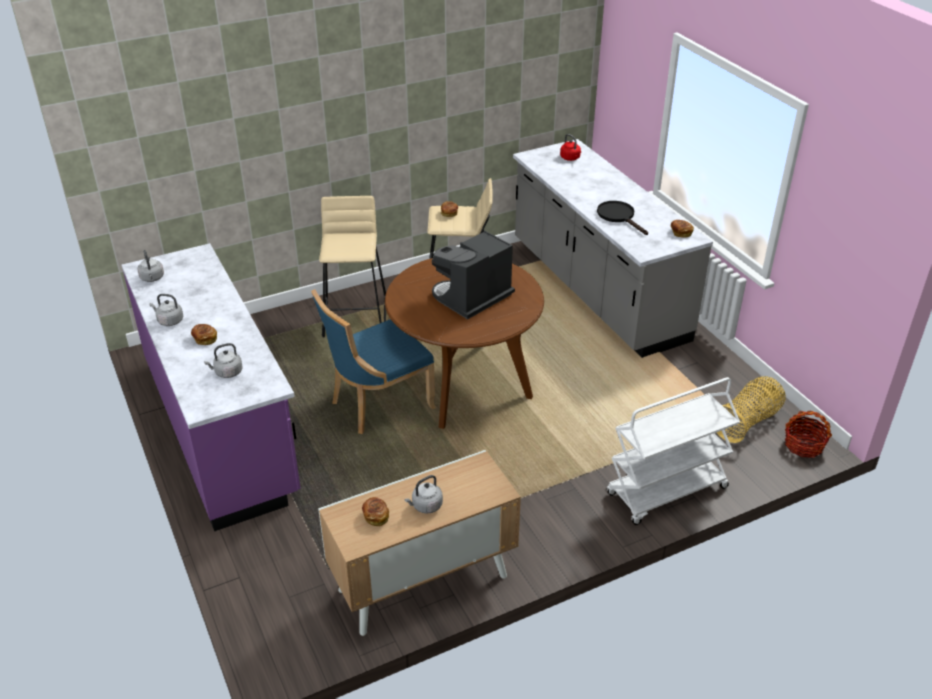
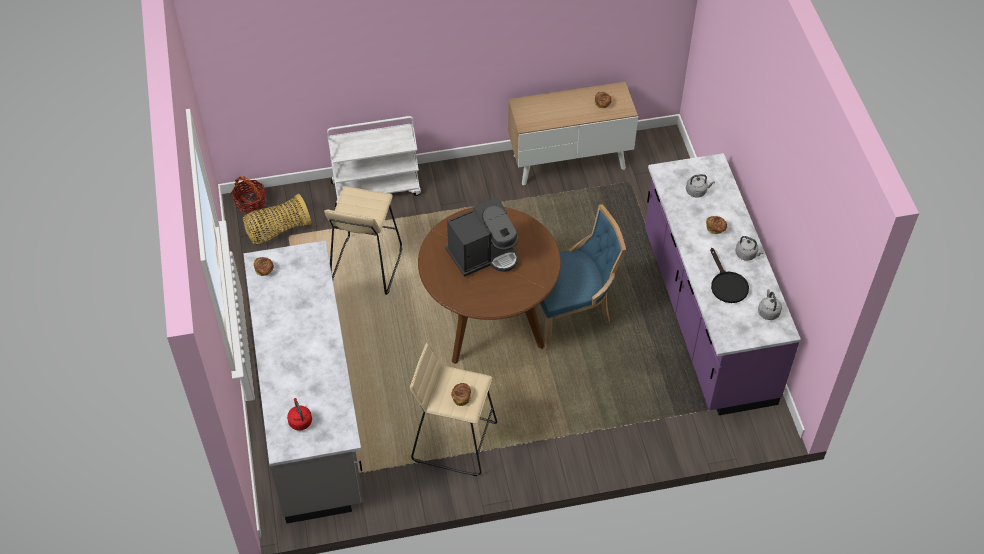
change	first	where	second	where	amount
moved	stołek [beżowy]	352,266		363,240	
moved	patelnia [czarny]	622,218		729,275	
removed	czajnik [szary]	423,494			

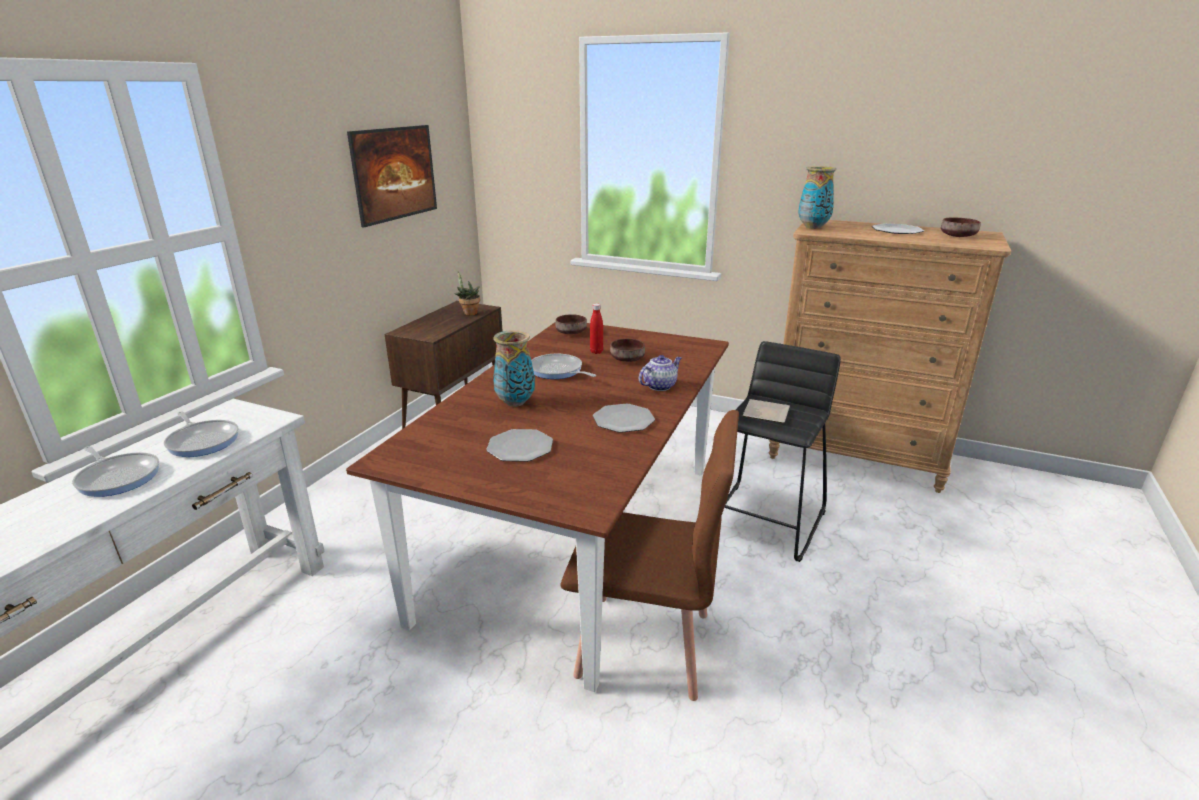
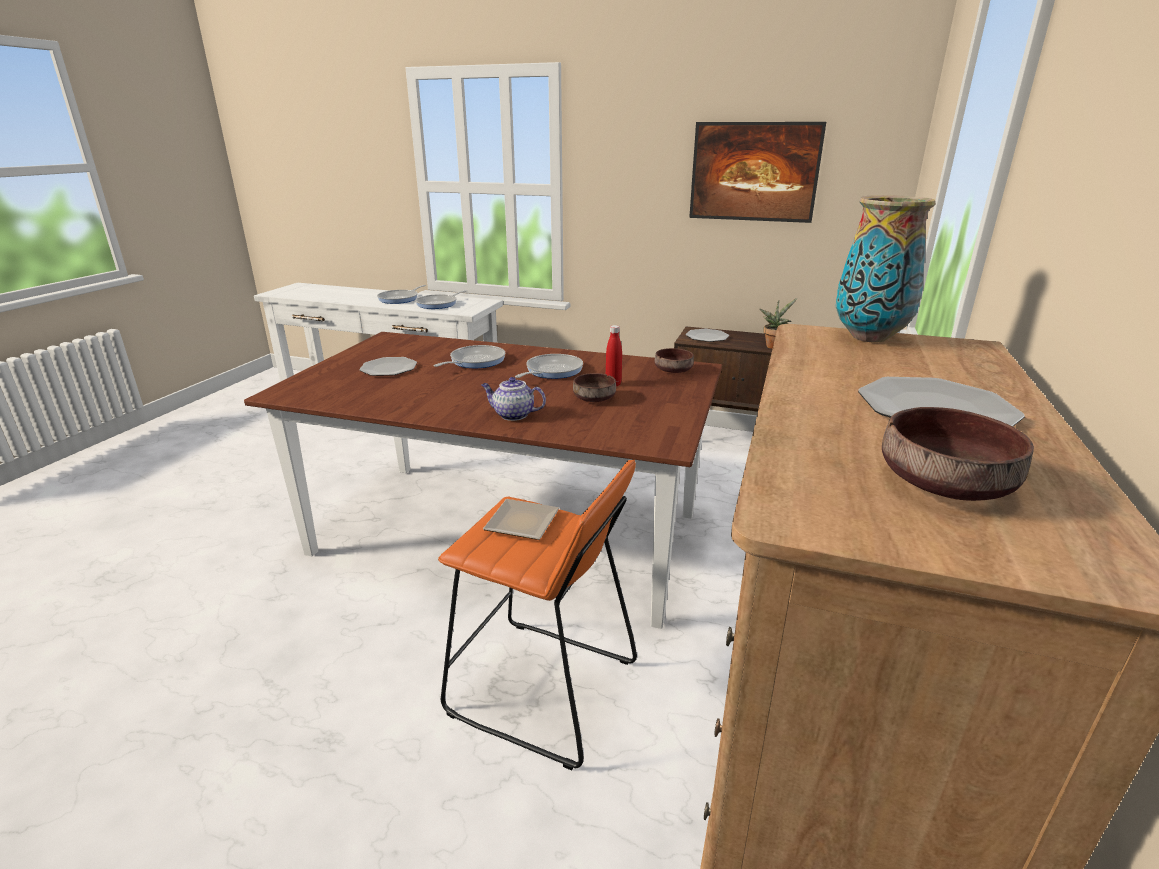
change	first	where	second	where	amount
replaced	wazon	514,368	patelnia	469,356	
recoloured	stołek [czarny]	782,451	stołek [pomarańczowy]	537,614	
turned	imbryk	660,373		513,399	150 degrees clockwise
moved	talerz	624,418		707,335	
removed	krzesło [brązowy]	649,555			

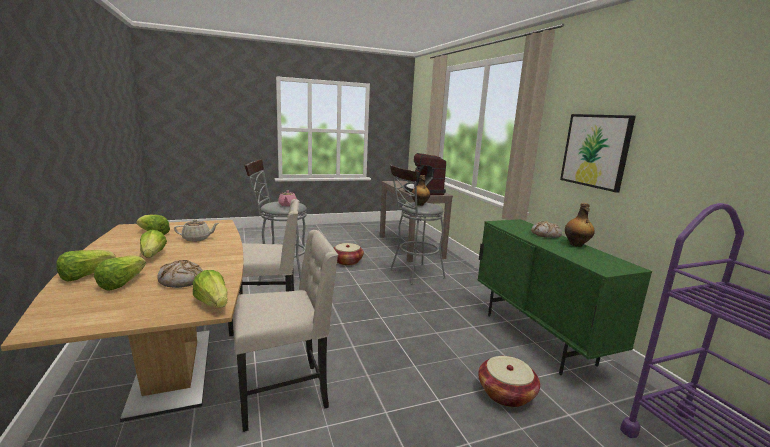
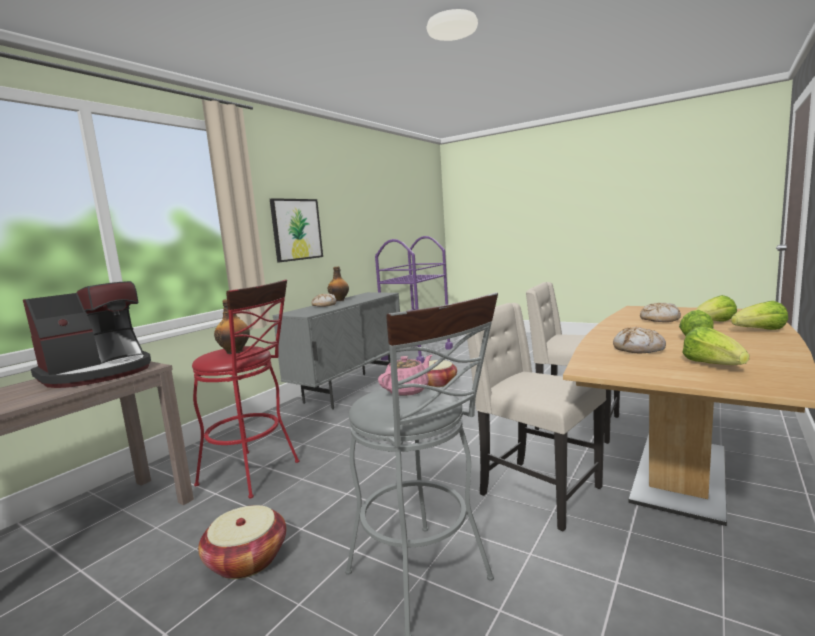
change	first	where	second	where	amount
recoloured	stołek [szary]	418,225	stołek [czerwony]	246,389	
recoloured	szafka [zielony]	565,297	szafka [szary]	336,351	
replaced	imbryk [beżowy]	196,230	chleb	639,339	
removed	sałata	210,289			

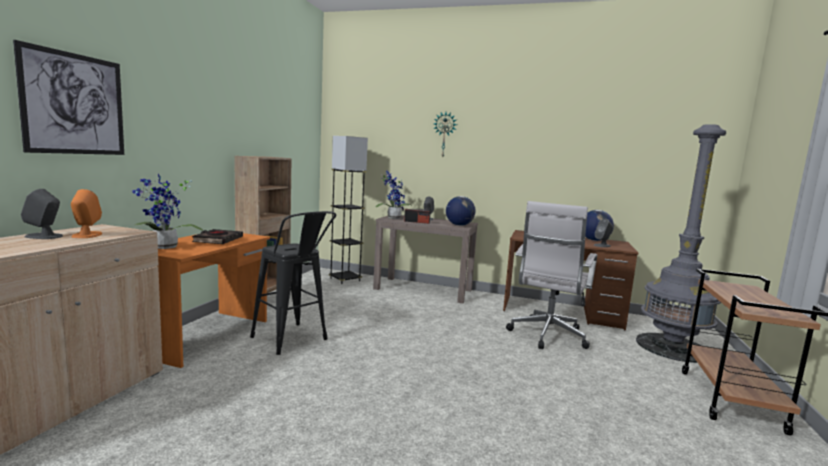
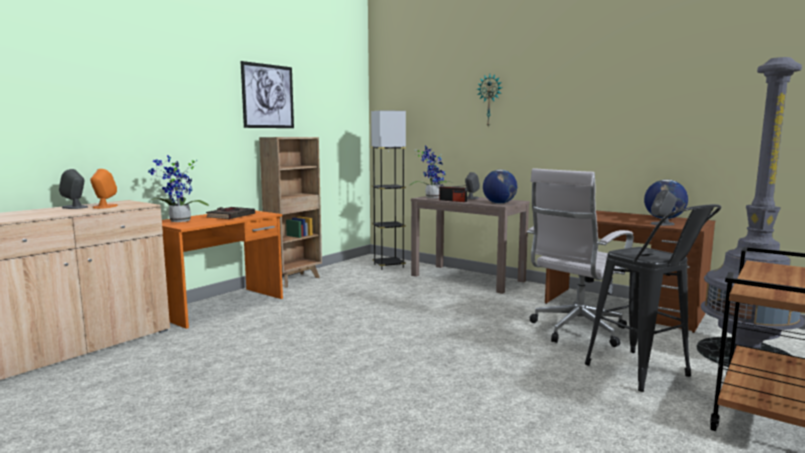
change	first	where	second	where	amount
moved	obraz	68,97		267,94	
moved	stołek [czarny]	293,283		653,298	

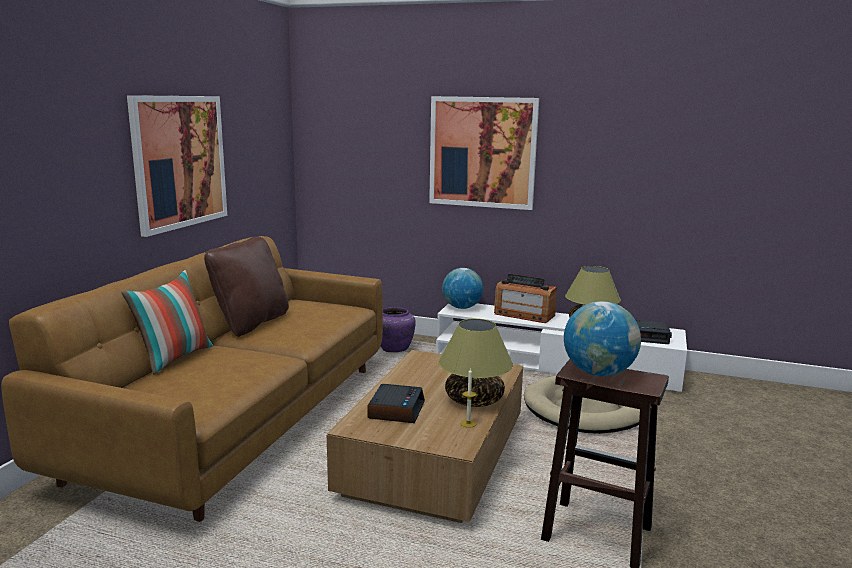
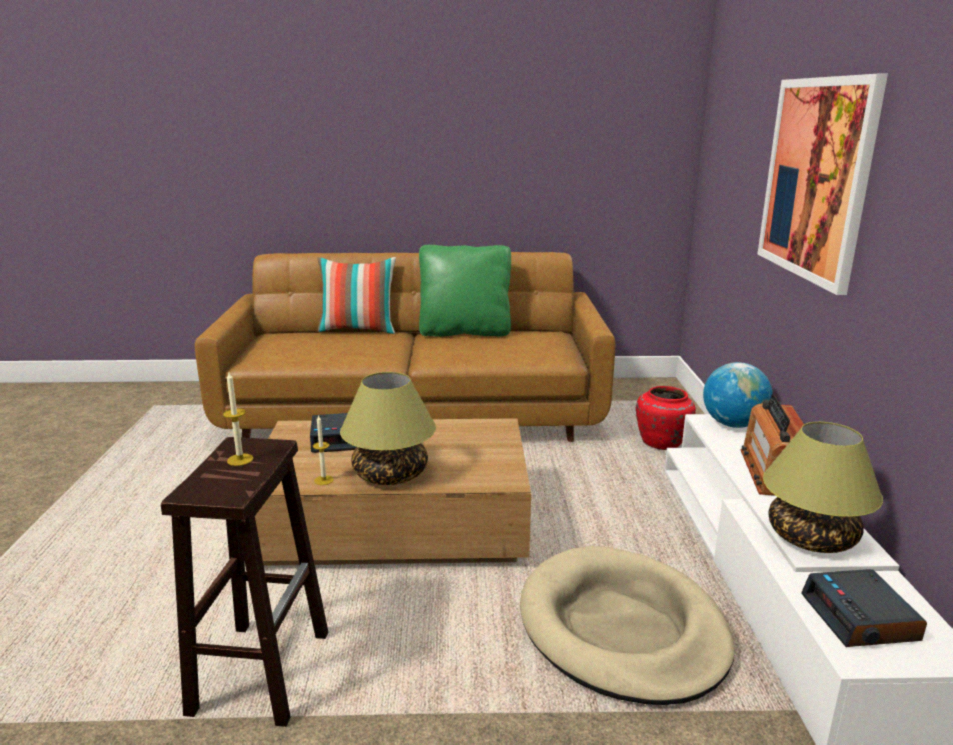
change	first	where	second	where	amount
replaced	globus	602,338	świeca	238,419	
recoloured	poduszka [brązowy]	246,286	poduszka [zielony]	465,291	
recoloured	wazon [fioletowy]	398,329	wazon [czerwony]	666,418	
removed	obraz	177,166			

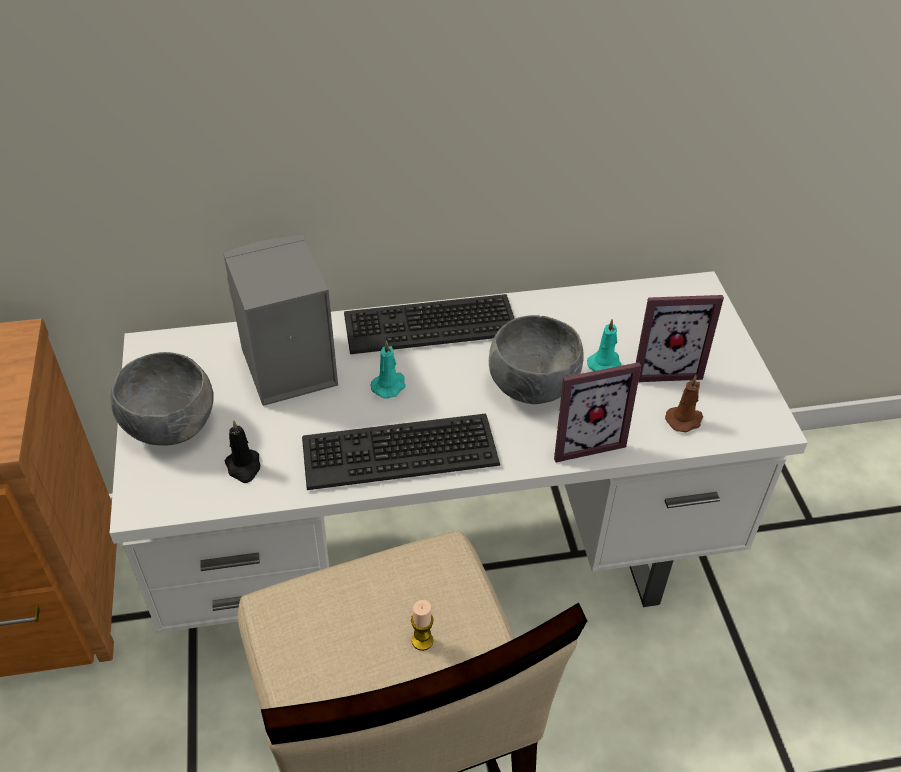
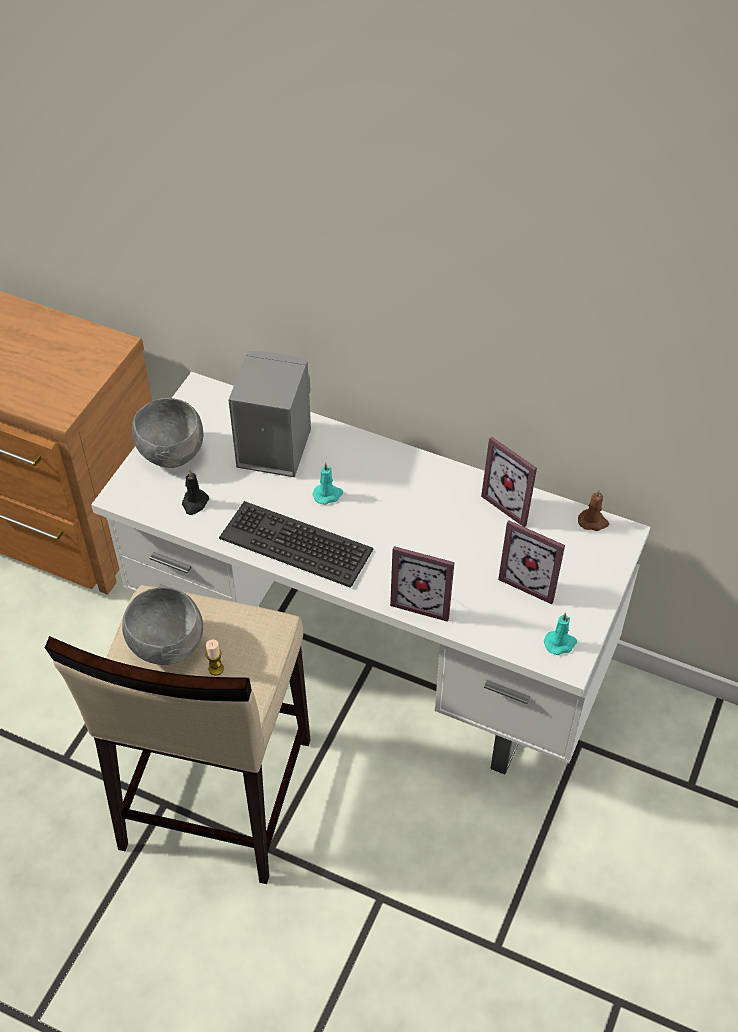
change	first	where	second	where	amount
moved	miska [szary]	536,359		162,626	
added			ramka na zdjęcie	509,482	
moved	świeca [turkusowy]	604,345		560,634	
moved	świeca [brązowy]	684,404		593,510	
removed	klawiatura	429,324			

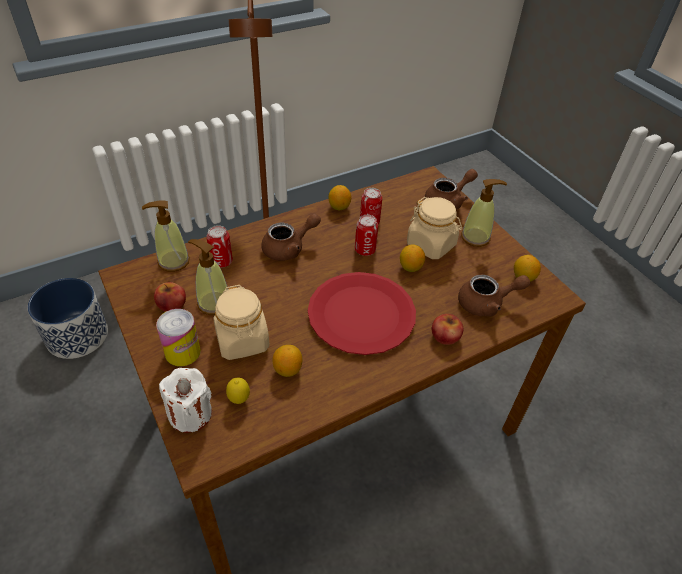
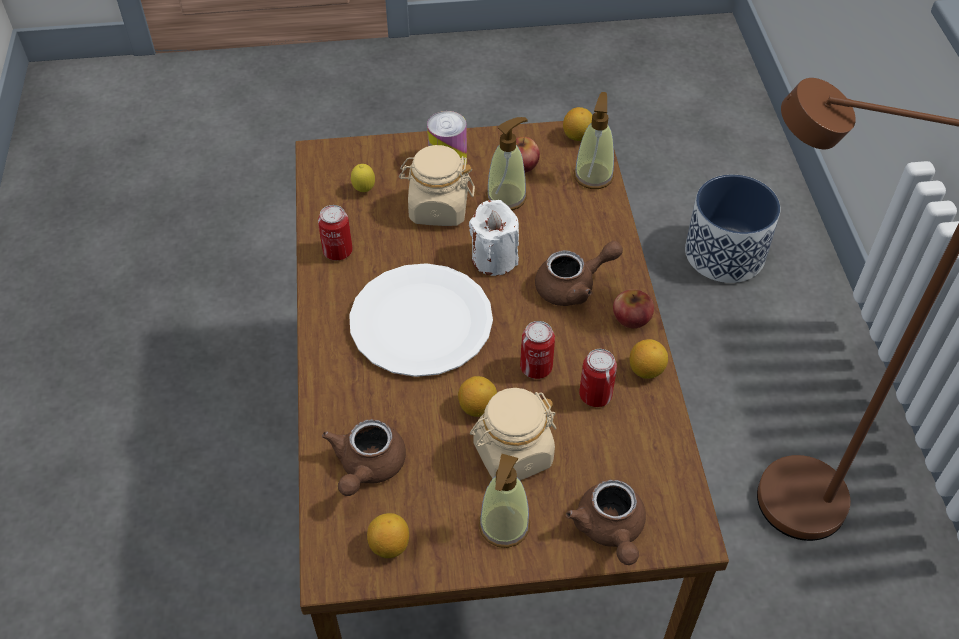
change	first	where	second	where	amount
moved	puszka	219,246		335,233	
recoloured	talerz [czerwony]	362,313	talerz [biały]	421,320	
moved	świeca [biały]	185,400		494,238	
turned	imbryk [brązowy]	291,237		579,273	105 degrees counterclockwise
moved	cytryna	287,361		577,124	
moved	jabłko	447,329		633,308	

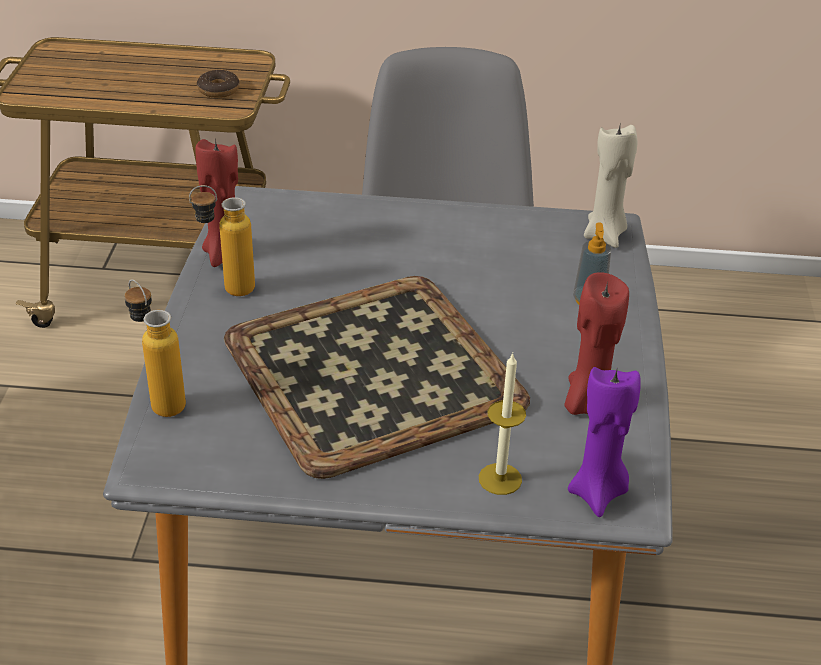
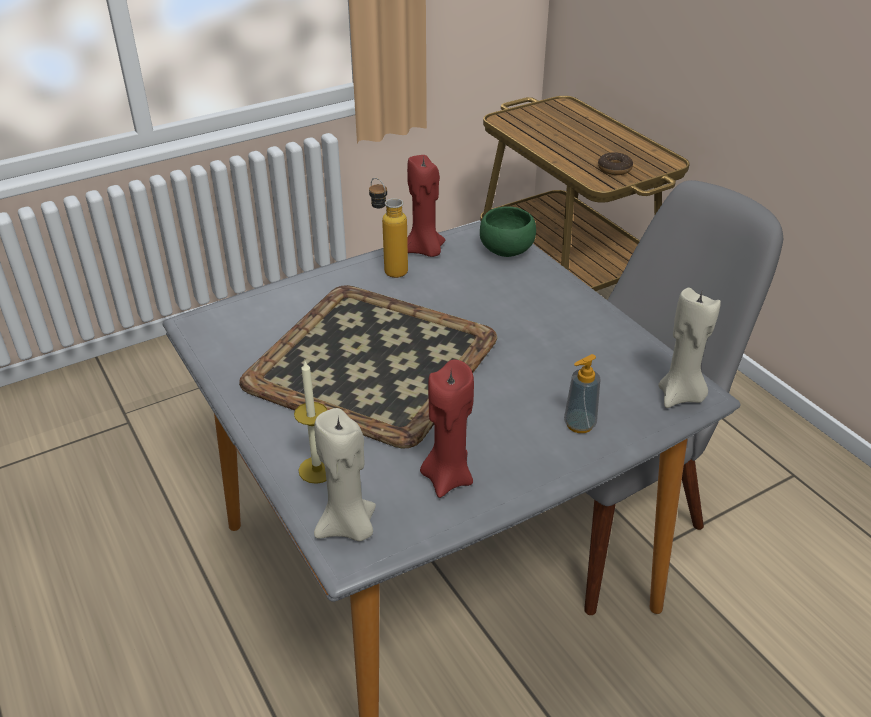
change	first	where	second	where	amount
recoloured	świeca [fioletowy]	604,442	świeca [beżowy]	345,475	
added			miska [zielony]	508,231	
removed	butelka	155,348			

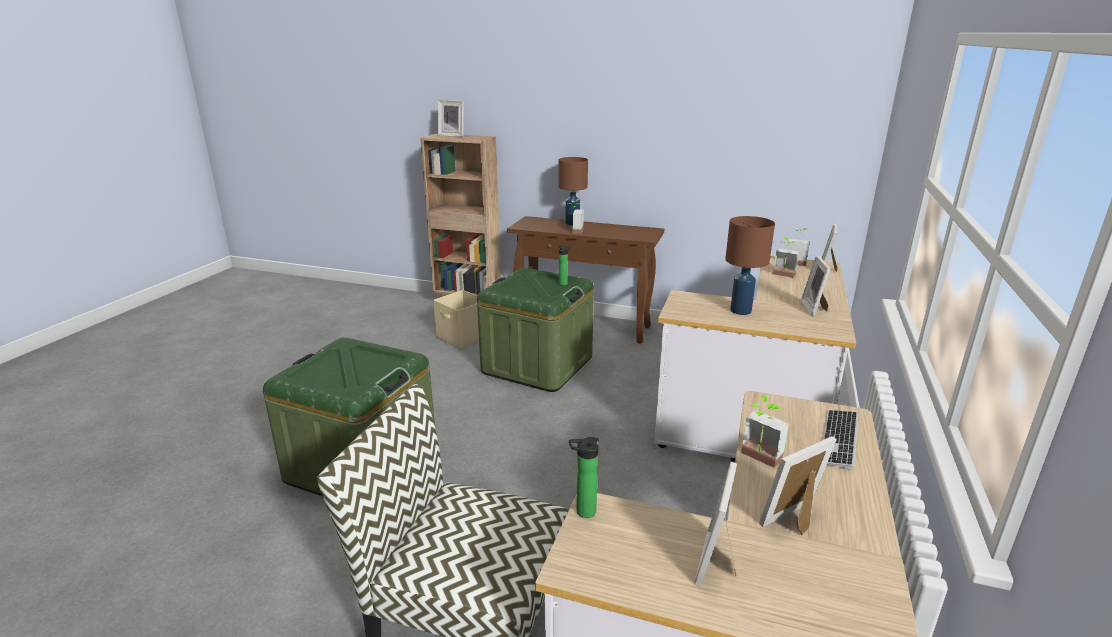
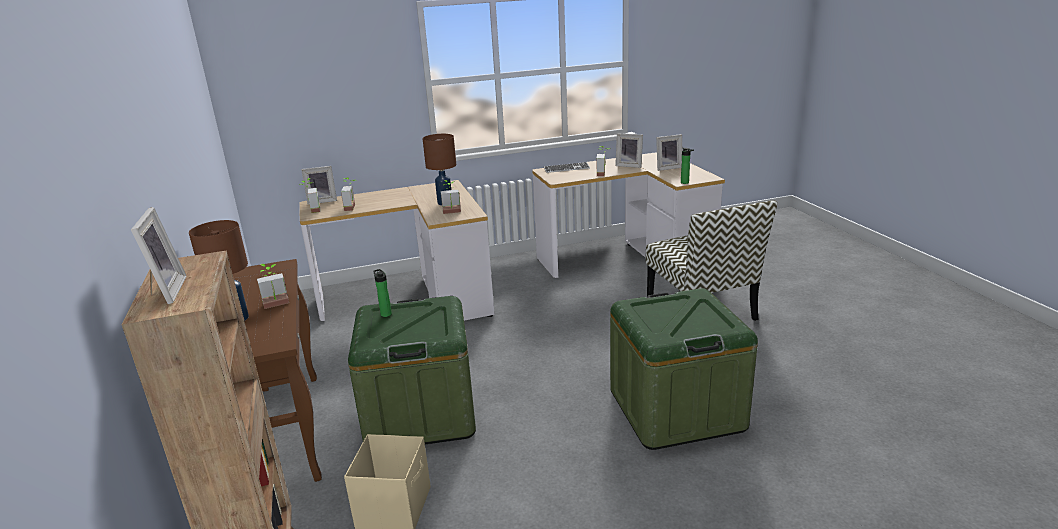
change	first	where	second	where	amount
added			roślina doniczkowa	451,197	
removed	ramka na zdjęcie	816,285			

